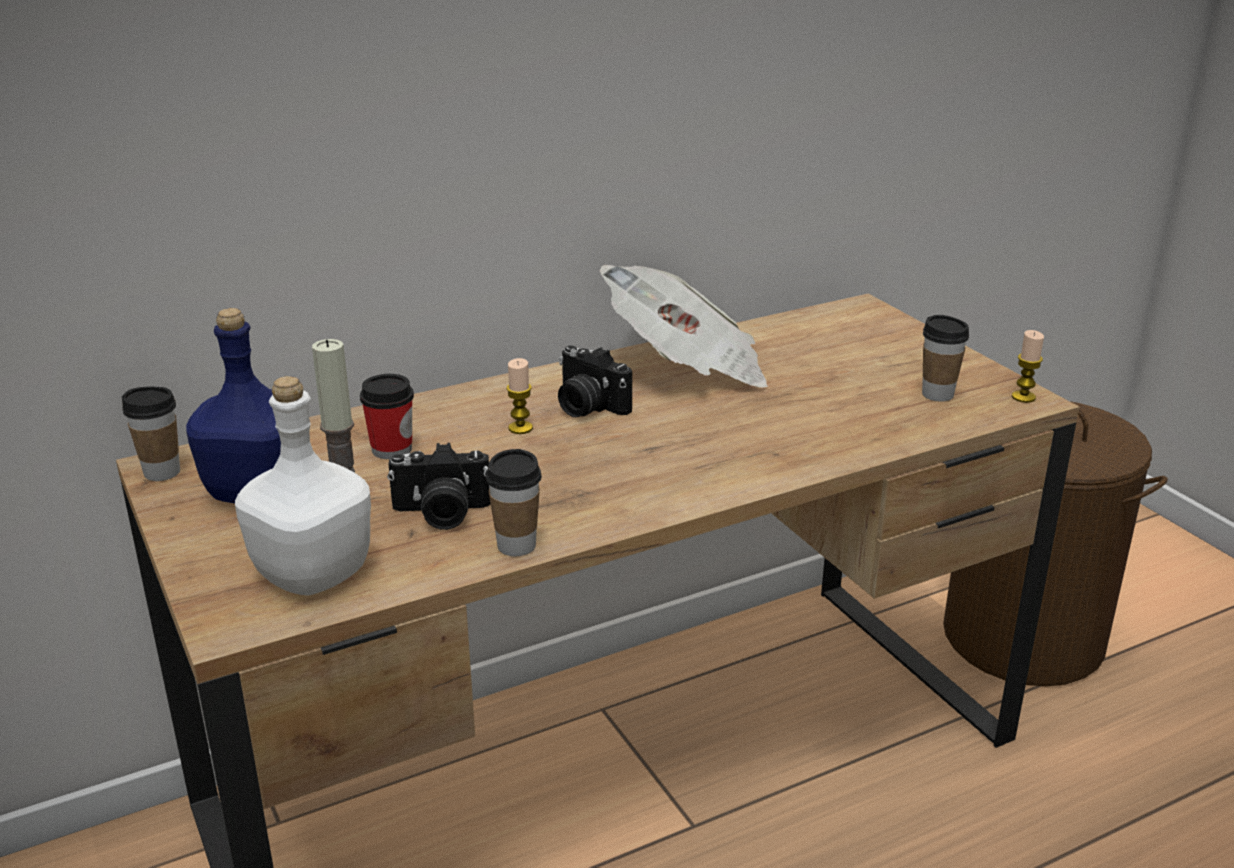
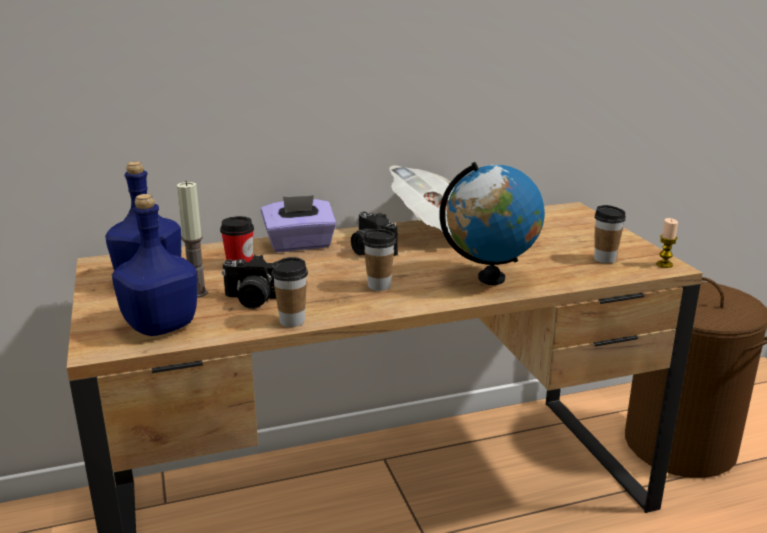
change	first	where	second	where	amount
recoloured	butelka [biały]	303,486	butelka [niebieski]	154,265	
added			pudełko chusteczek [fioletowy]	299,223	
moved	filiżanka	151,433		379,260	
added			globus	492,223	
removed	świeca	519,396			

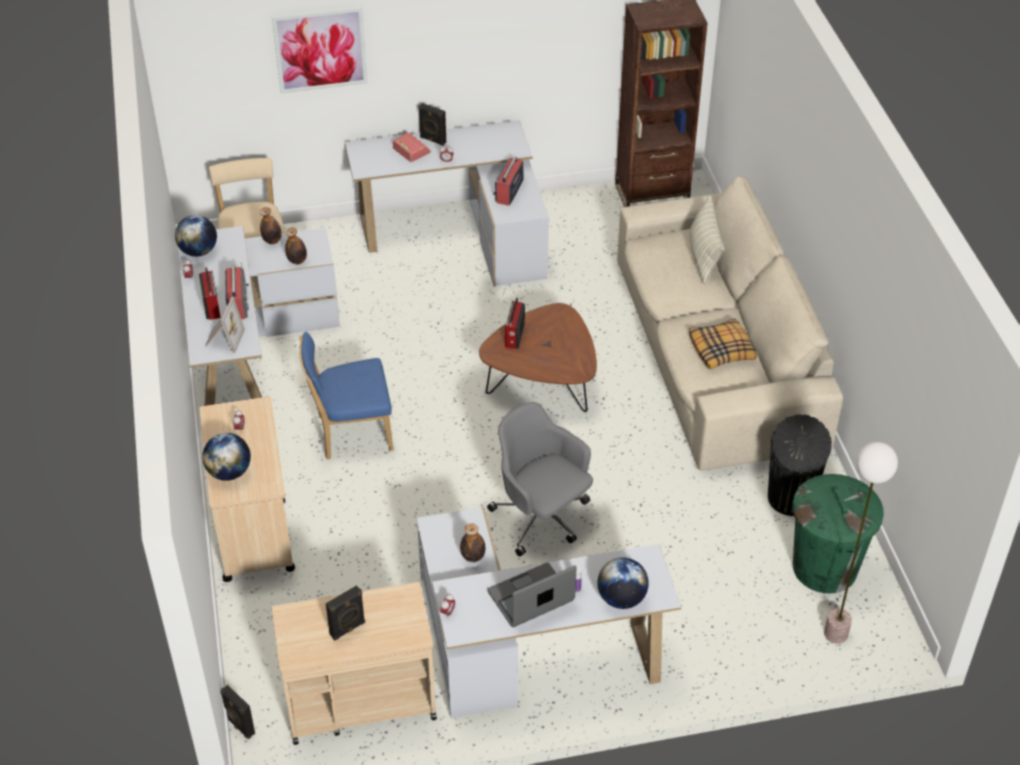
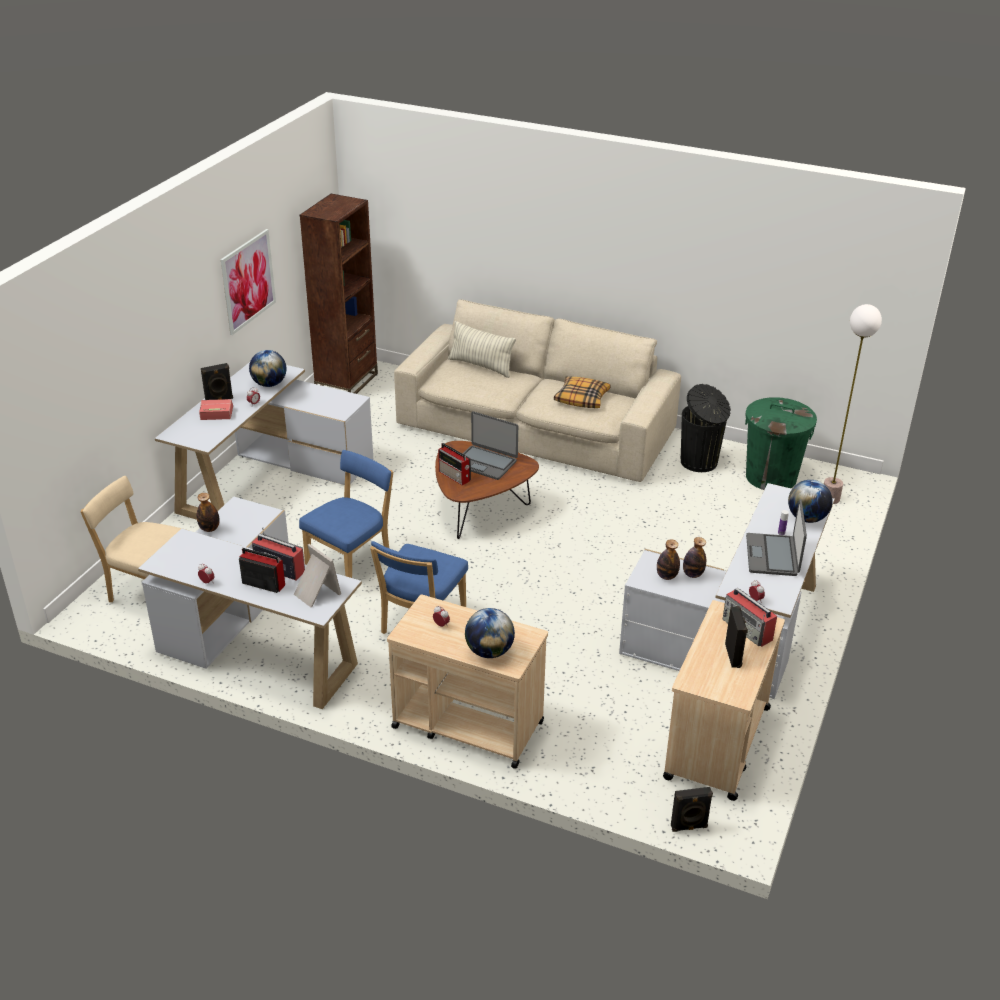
change	first	where	second	where	amount
moved	obraz	320,50		248,282	
moved	globus	196,236		267,368	
added			krzesło [niebieski]	346,514	
added			laptop	490,445	
moved	butelka	296,246		668,559	
moved	radio	508,181		749,617	
removed	krzesło biurowe [szary]	540,479			

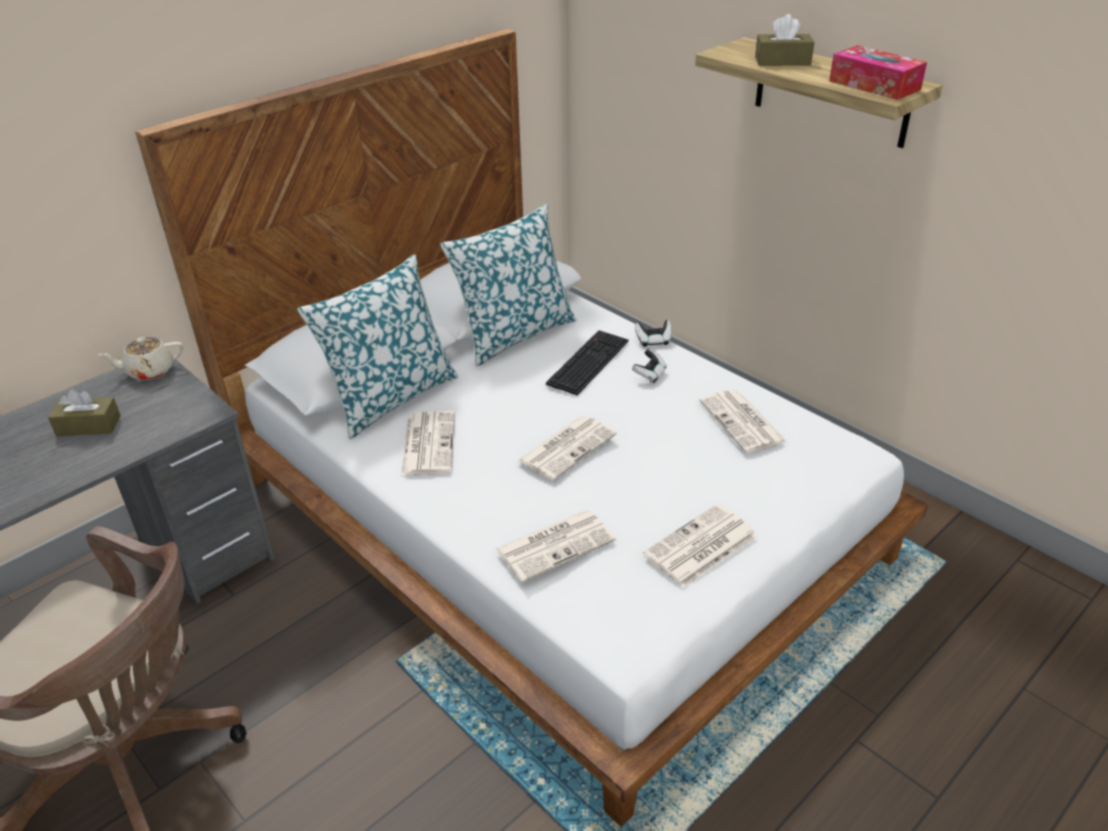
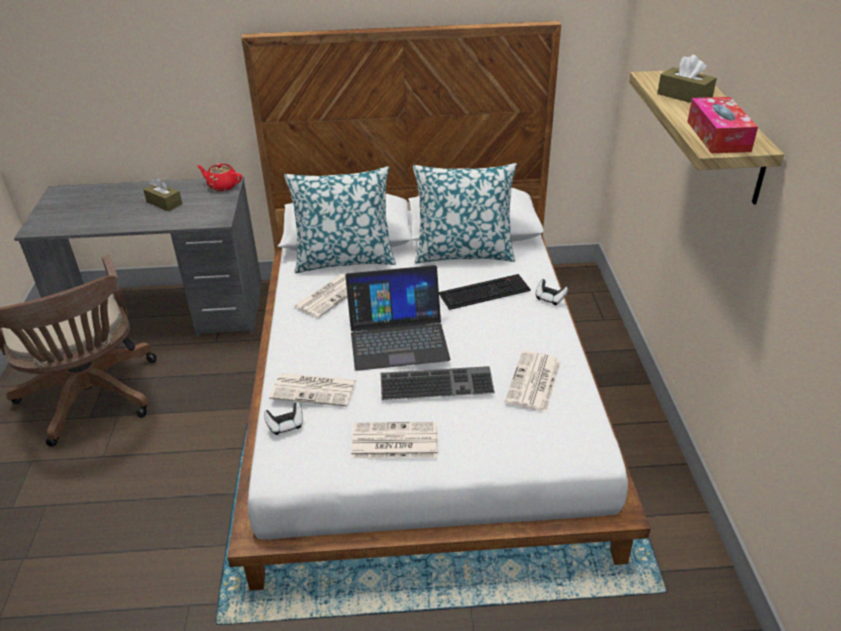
change	first	where	second	where	amount
recoloured	imbryk [beżowy]	141,358	imbryk [czerwony]	219,177	
moved	pad do gier	649,366		283,418	
replaced	gazeta	567,448	laptop	397,318	
added			klawiatura	438,383	

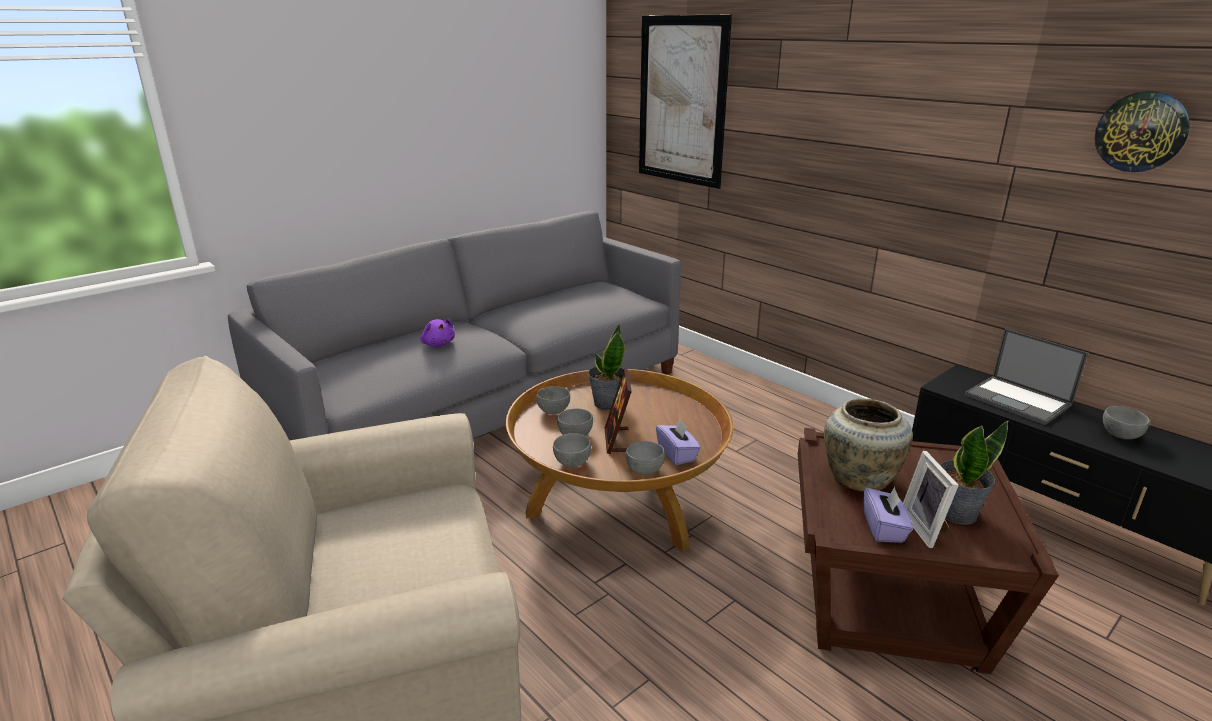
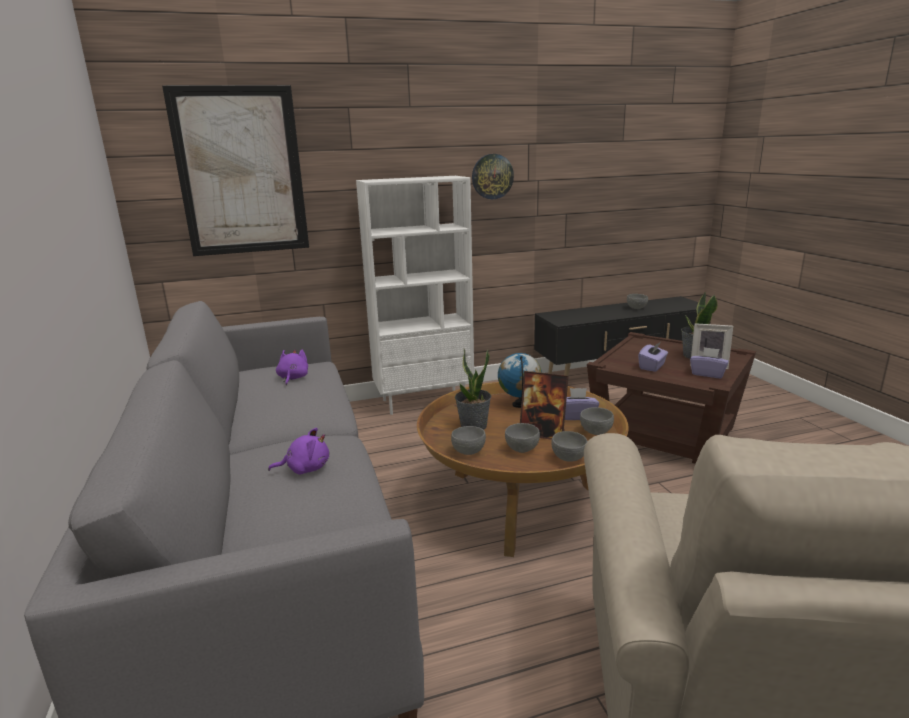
change	first	where	second	where	amount
added			pluszak [fioletowy]	292,367	
added			regał [biały]	415,295	
moved	zegar ścienny	1142,131		493,176	
added			globus	520,380	
replaced	wazon [beżowy]	868,445	pudełko chusteczek [fioletowy]	653,357	
removed	laptop	1026,376			

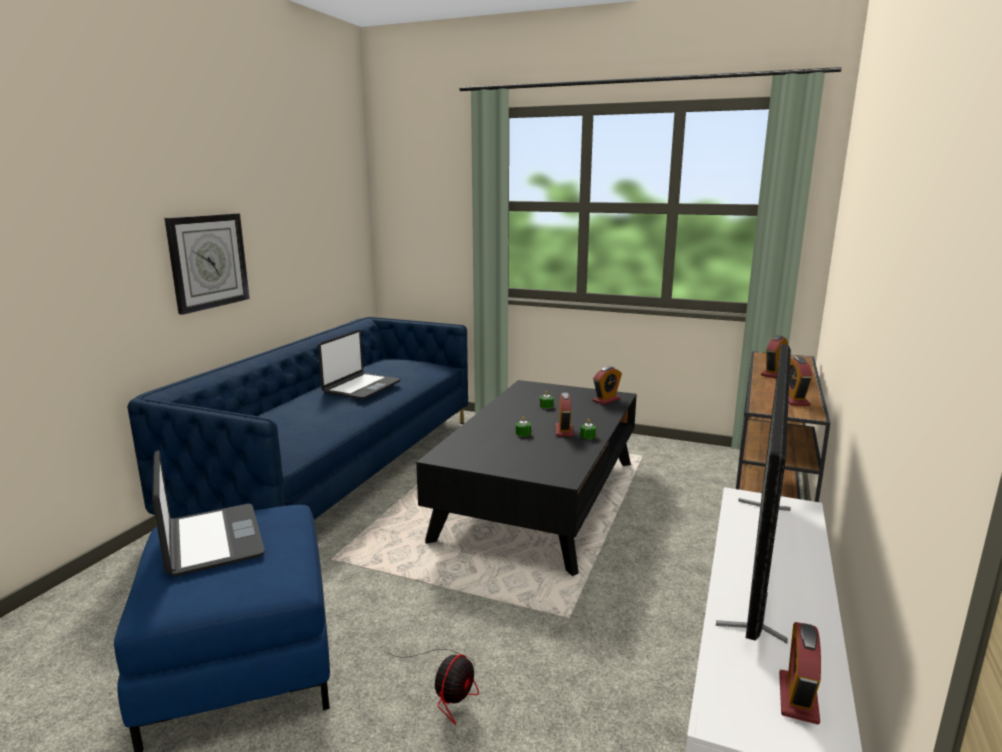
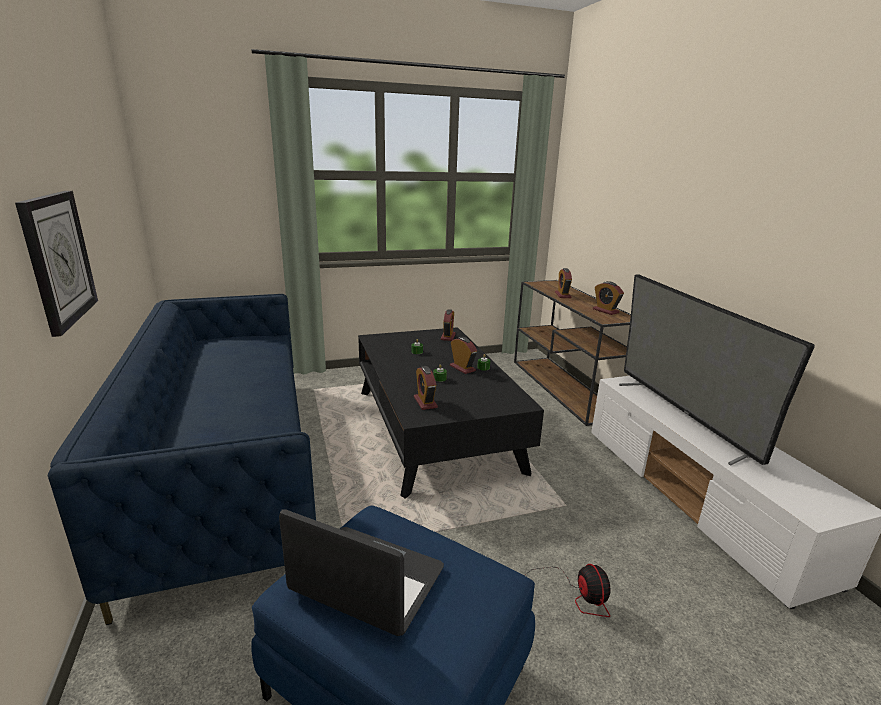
change	first	where	second	where	amount
moved	budzik	800,673		426,388	
removed	laptop	359,364			

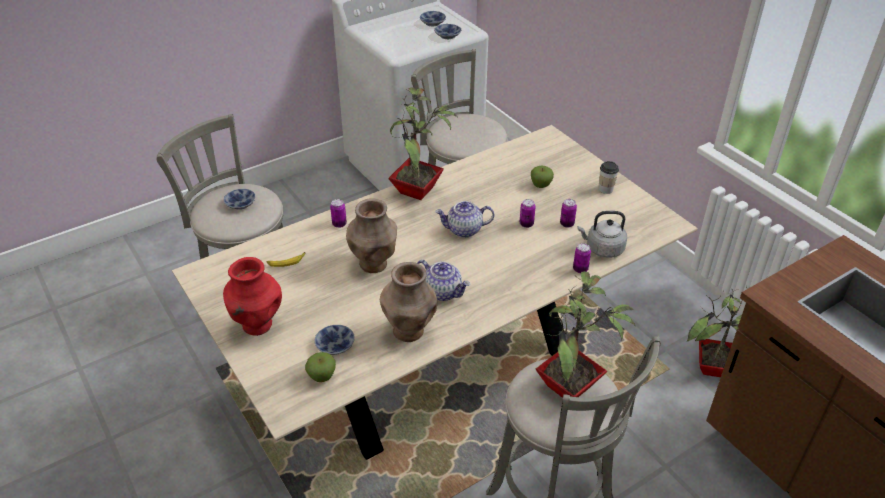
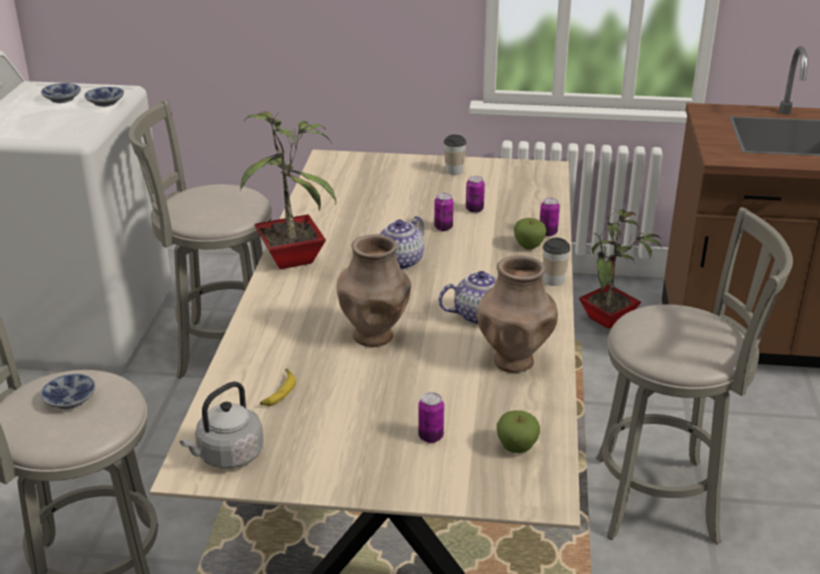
change	first	where	second	where	amount
moved	czajnik [szary]	602,234		222,425	
moved	puszka	338,213		431,417	
moved	jabłko	542,177		530,234	
added			filiżanka	556,262	
removed	wazon [czerwony]	252,296			
removed	miska	334,340			
removed	roślina doniczkowa	585,334			

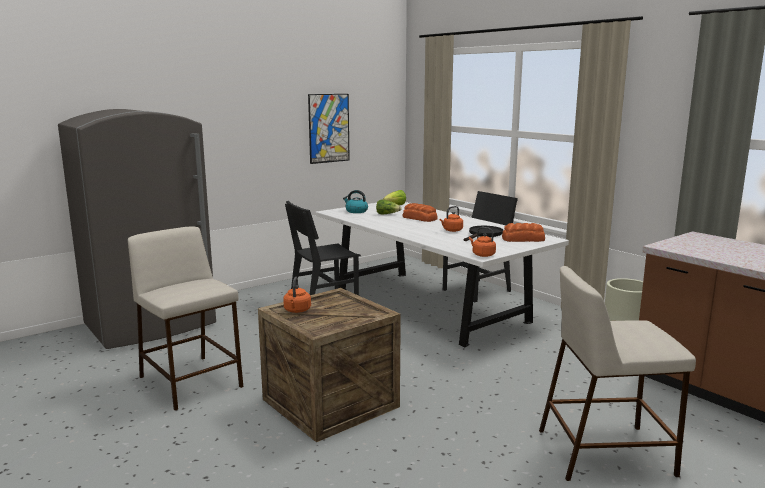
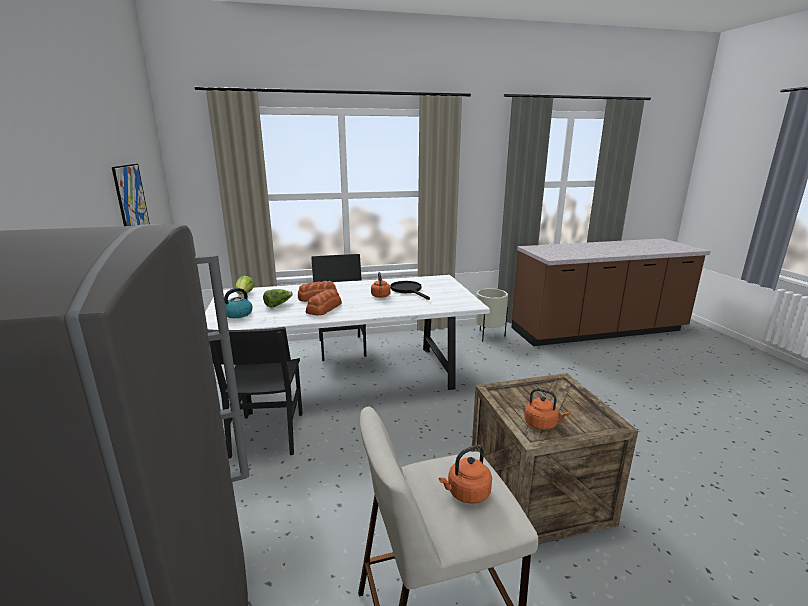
change	first	where	second	where	amount
moved	chleb	523,232		324,302	
moved	czajnik [pomarańczowy]	482,242		465,474	
removed	stołek [beżowy]	617,373			

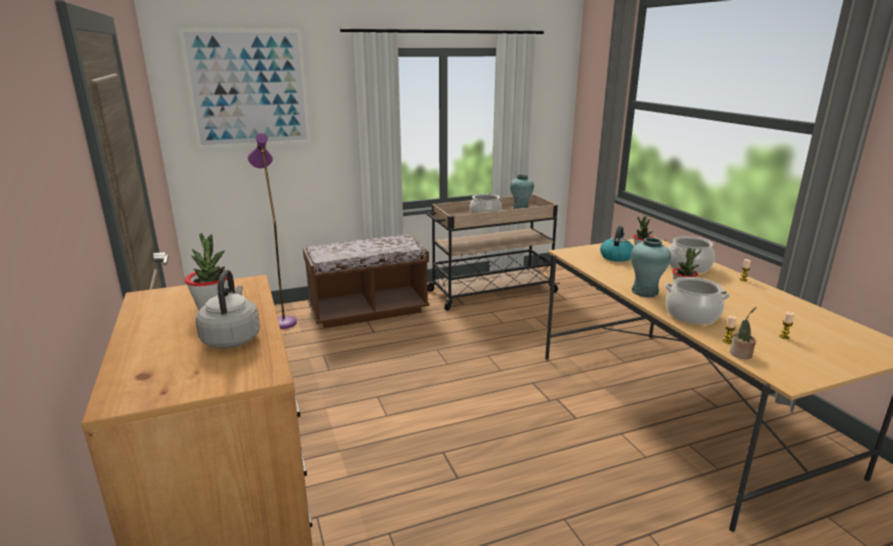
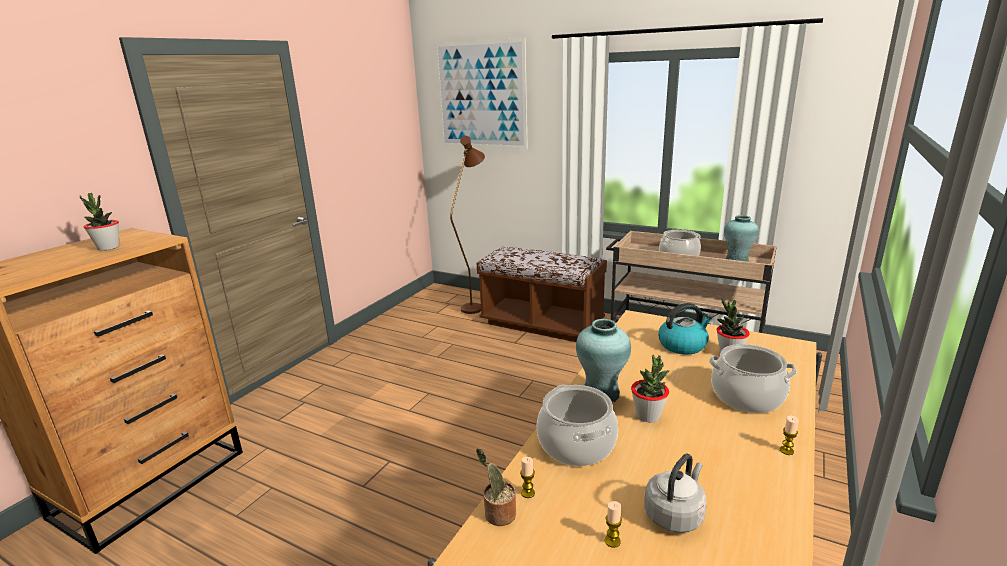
change	first	where	second	where	amount
recoloured	lampa stojąca [fioletowy]	272,231	lampa stojąca [brązowy]	467,225	
moved	czajnik [szary]	228,309		675,493	

